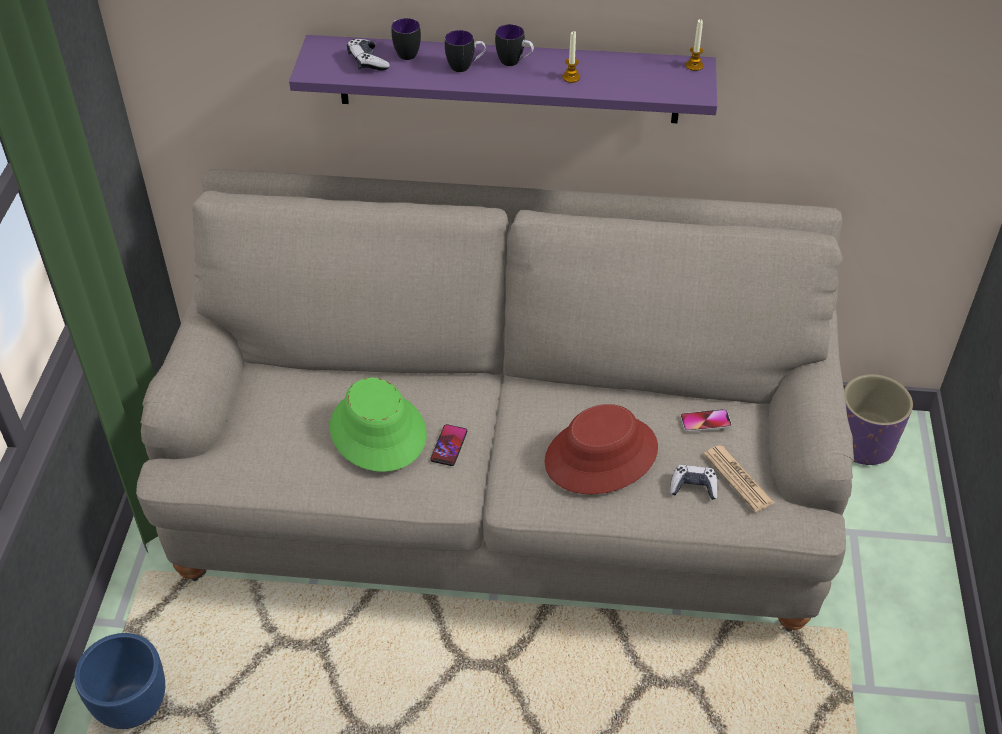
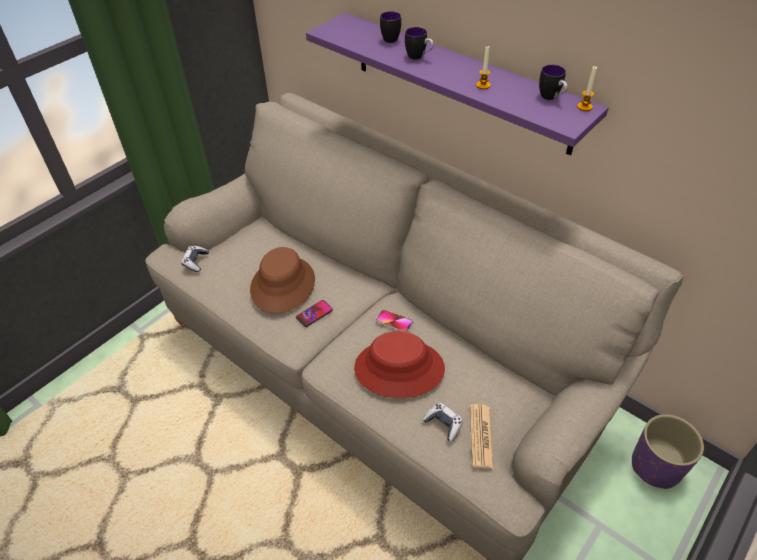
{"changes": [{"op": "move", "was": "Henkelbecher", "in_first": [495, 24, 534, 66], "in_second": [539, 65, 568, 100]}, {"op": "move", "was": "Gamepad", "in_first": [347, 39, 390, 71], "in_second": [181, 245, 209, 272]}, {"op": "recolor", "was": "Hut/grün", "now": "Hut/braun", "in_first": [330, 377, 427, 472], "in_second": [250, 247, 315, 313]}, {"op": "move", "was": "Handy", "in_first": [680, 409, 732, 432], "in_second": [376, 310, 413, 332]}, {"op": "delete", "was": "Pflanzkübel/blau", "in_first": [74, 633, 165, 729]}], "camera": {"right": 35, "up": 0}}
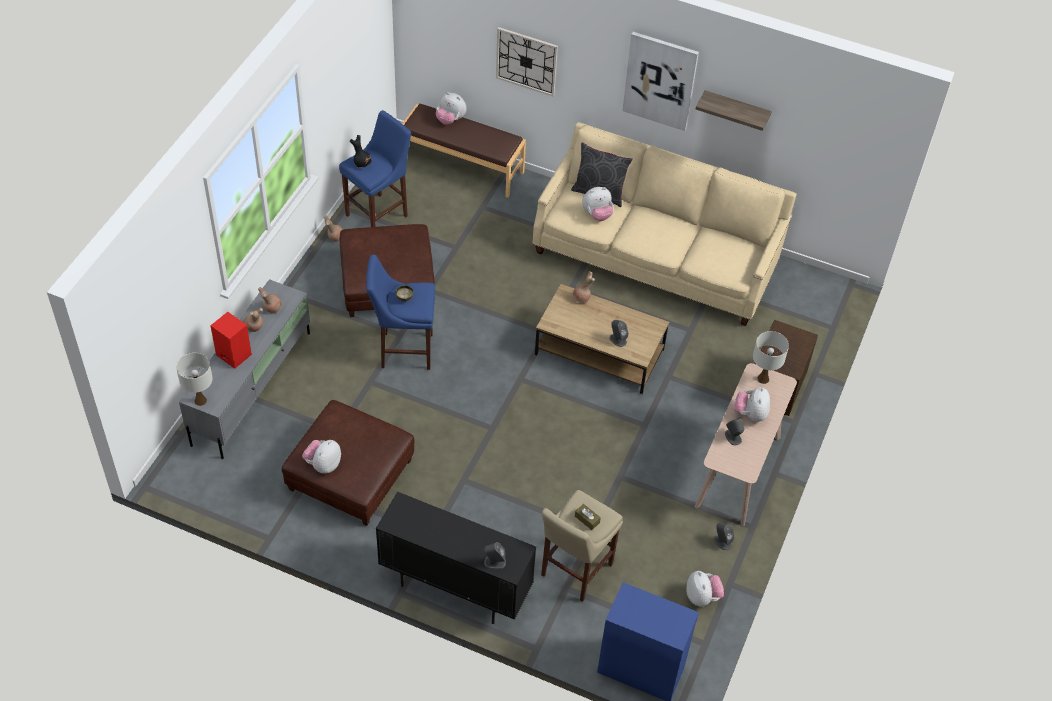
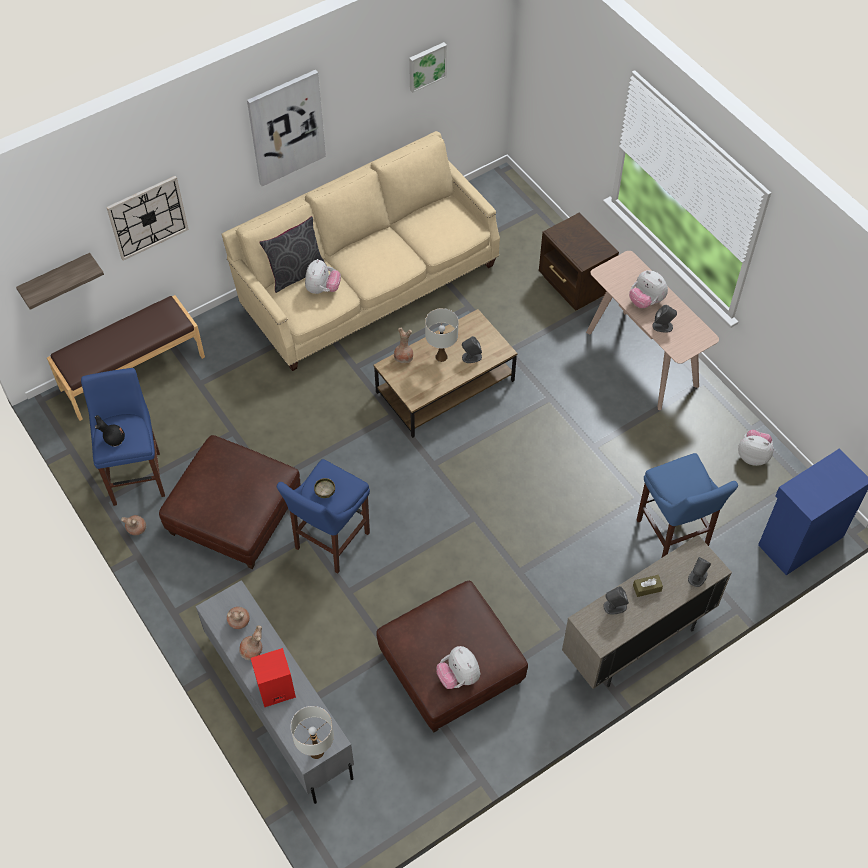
{"changes": [{"op": "move", "was": "Wandregal", "in_first": [696, 90, 772, 131], "in_second": [16, 253, 104, 310]}, {"op": "delete", "was": "Plüschtier", "in_first": [436, 92, 467, 125]}, {"op": "move", "was": "Tischlampe/weiß", "in_first": [753, 331, 789, 384], "in_second": [425, 308, 458, 362]}, {"op": "recolor", "was": "Hocker/beige", "now": "Hocker/blau", "in_first": [541, 490, 623, 602], "in_second": [637, 453, 738, 557]}, {"op": "recolor", "was": "Schrank/schwarz", "now": "Schrank/beige", "in_first": [376, 492, 536, 624], "in_second": [562, 535, 732, 689]}, {"op": "move", "was": "Taschentuchbox/braun", "in_first": [575, 504, 601, 530], "in_second": [633, 575, 663, 597]}, {"op": "move", "was": "Lautsprecher/grau", "in_first": [713, 522, 735, 550], "in_second": [604, 586, 629, 615]}, {"op": "insert", "now": "Bild", "in_second": [409, 42, 447, 93]}], "camera": {"right": -55, "up": 5}}
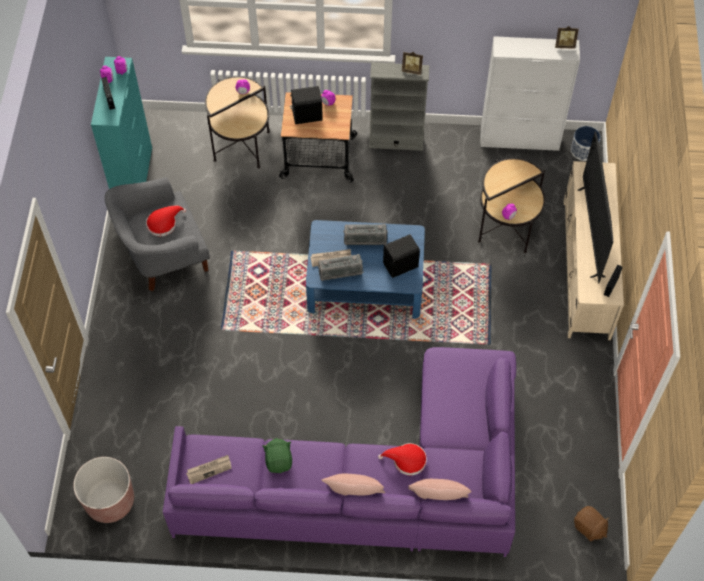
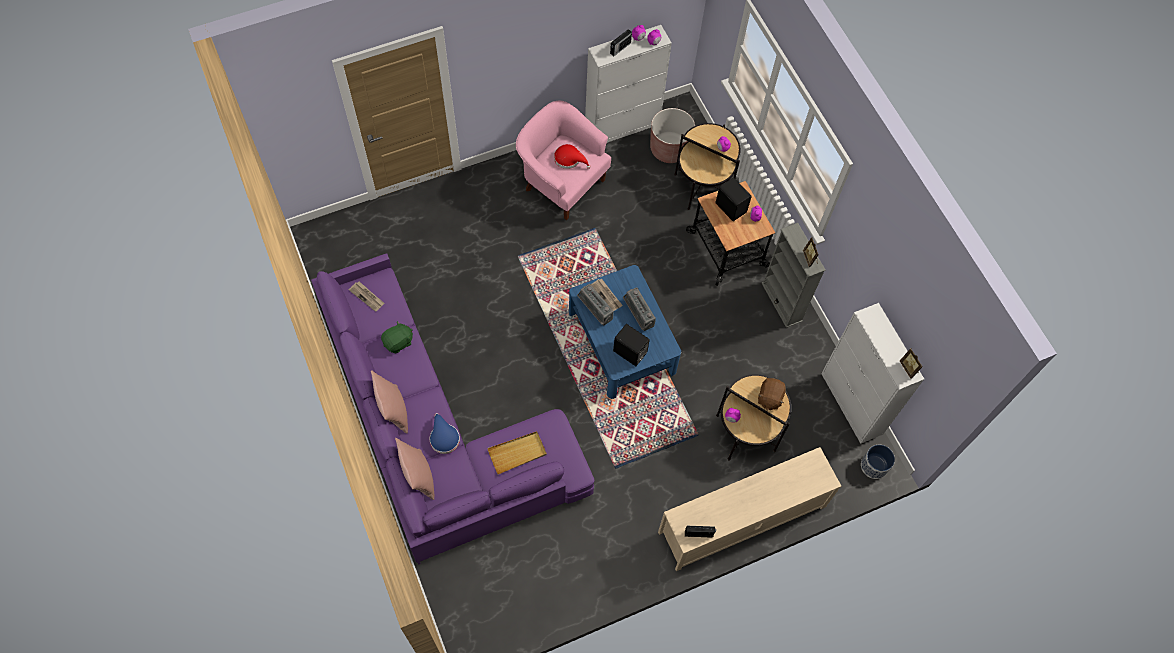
{"changes": [{"op": "recolor", "was": "Schrank/türkis", "now": "Schrank/weiß", "in_first": [91, 57, 152, 189], "in_second": [585, 25, 672, 143]}, {"op": "delete", "was": "Fernseher", "in_first": [577, 131, 613, 283]}, {"op": "recolor", "was": "Sessel/grau", "now": "Sessel/rosa", "in_first": [104, 177, 210, 291], "in_second": [516, 100, 611, 220]}, {"op": "recolor", "was": "Hut/rot", "now": "Hut/blau", "in_first": [378, 443, 427, 475], "in_second": [430, 413, 460, 454]}, {"op": "move", "was": "Pflanzkübel/braun", "in_first": [73, 457, 134, 523], "in_second": [650, 108, 695, 163]}, {"op": "move", "was": "Plüschtier/braun", "in_first": [574, 506, 609, 541], "in_second": [758, 378, 786, 411]}, {"op": "insert", "now": "Tablett/beige", "in_second": [487, 431, 547, 474]}], "camera": {"right": 60, "up": 5}}
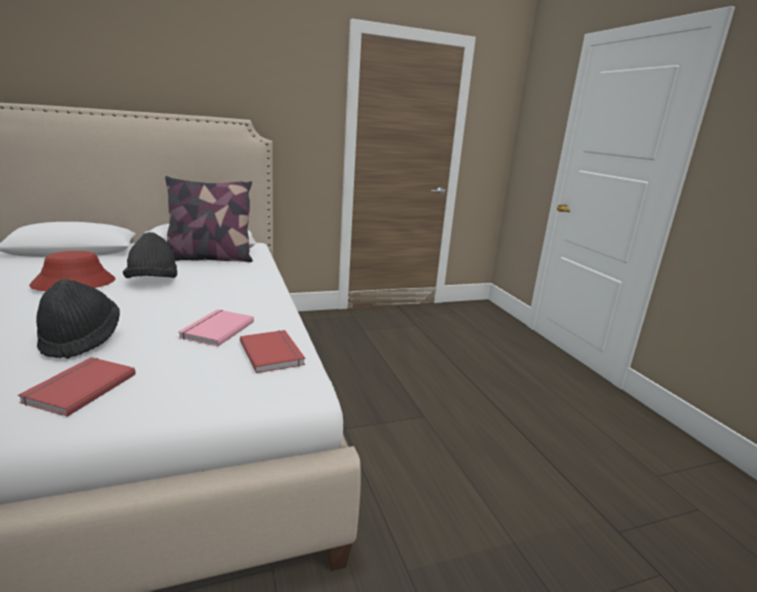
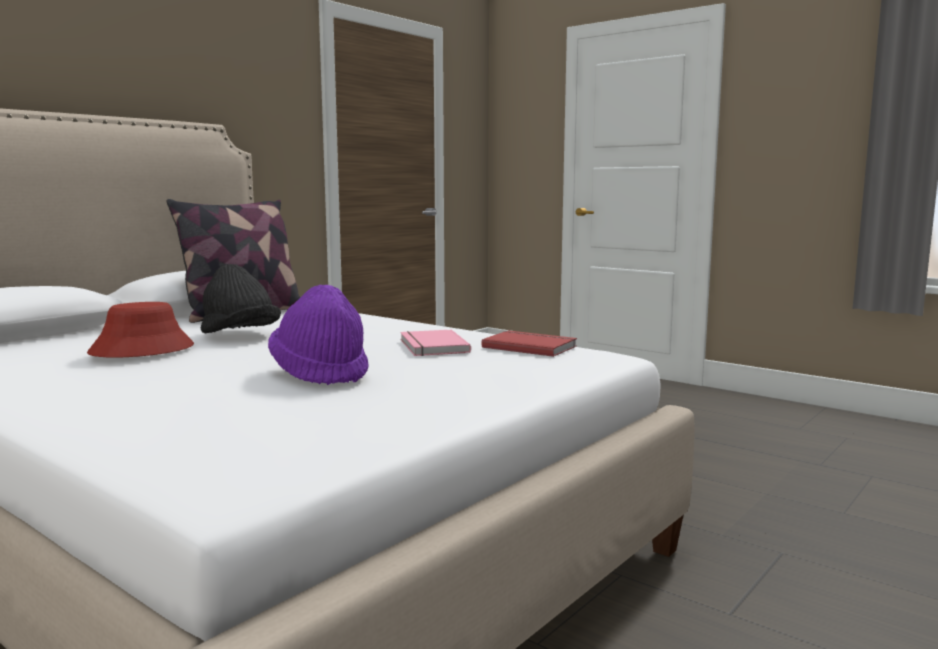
{"changes": [{"op": "recolor", "was": "Hut/schwarz", "now": "Hut/lila", "in_first": [36, 279, 120, 359], "in_second": [268, 285, 369, 385]}, {"op": "delete", "was": "Buch/rot", "in_first": [18, 357, 136, 417]}], "camera": {"right": -30, "up": -10}}
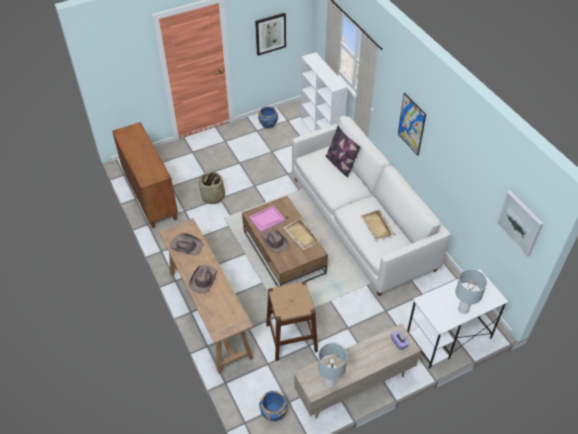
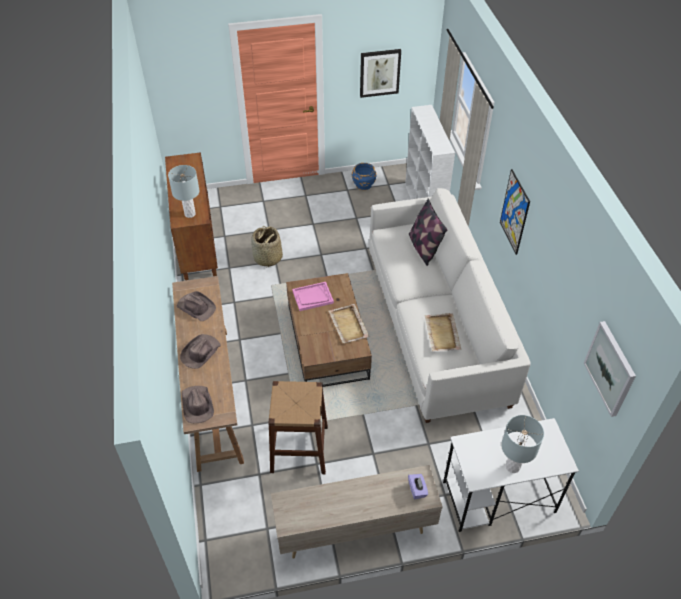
{"changes": [{"op": "move", "was": "Hut/braun", "in_first": [261, 230, 289, 253], "in_second": [182, 386, 214, 423]}, {"op": "move", "was": "Tischlampe/grau", "in_first": [318, 343, 347, 387], "in_second": [168, 165, 200, 218]}, {"op": "delete", "was": "Pflanzkübel/blau", "in_first": [259, 391, 288, 421]}], "camera": {"right": 15, "up": 0}}
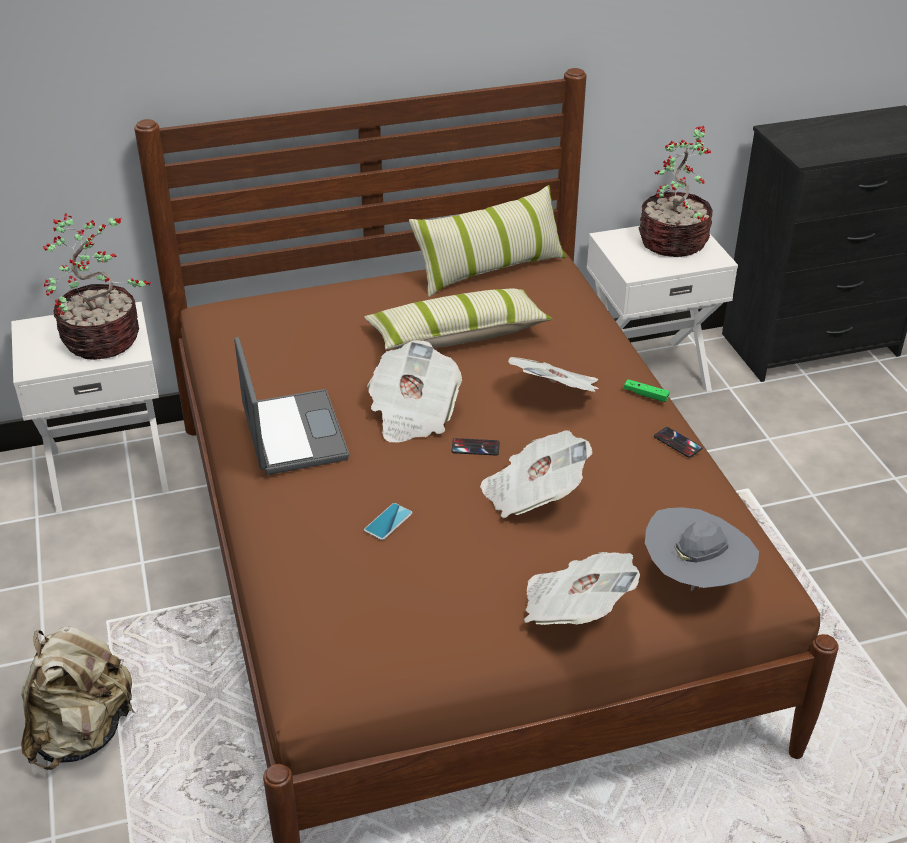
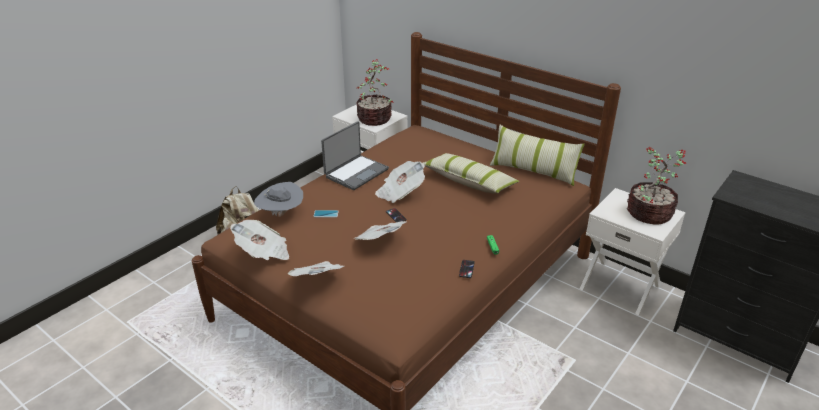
{"changes": [{"op": "move", "was": "Zeitung", "in_first": [508, 357, 599, 392], "in_second": [230, 220, 289, 260]}, {"op": "move", "was": "Hut/grau", "in_first": [645, 507, 759, 592], "in_second": [254, 182, 303, 217]}], "camera": {"right": 55, "up": -5}}
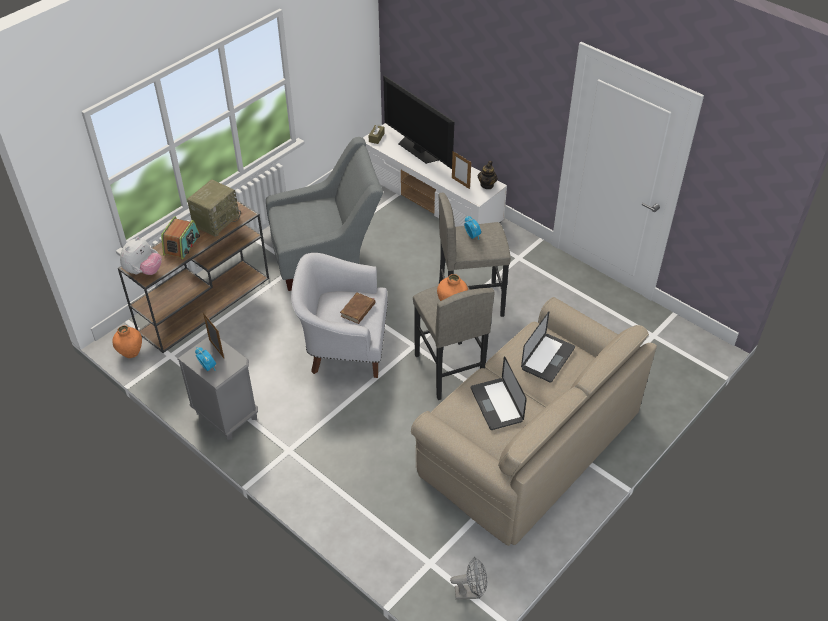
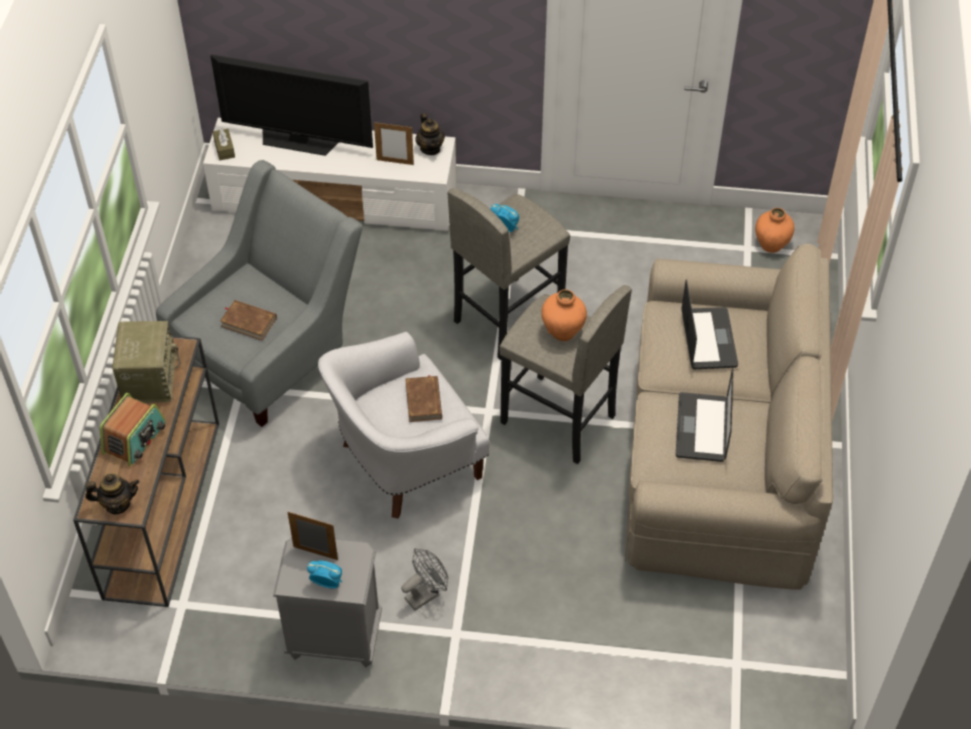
{"changes": [{"op": "rotate", "was": "Radio", "in_first": [161, 216, 200, 260], "in_second": [100, 393, 166, 467], "clockwise": 45}, {"op": "replace", "was": "Plüschtier", "now": "Teekanne", "in_first": [120, 237, 162, 275], "in_second": [85, 473, 140, 514]}, {"op": "move", "was": "Vase/orange", "in_first": [112, 325, 142, 358], "in_second": [755, 208, 795, 253]}, {"op": "rotate", "was": "Laptop", "in_first": [471, 356, 527, 430], "in_second": [676, 368, 733, 462], "clockwise": 60}, {"op": "move", "was": "Ventilator/grau", "in_first": [450, 557, 487, 599], "in_second": [401, 548, 448, 611]}, {"op": "insert", "now": "Buch/braun", "in_second": [220, 300, 277, 341]}], "camera": {"right": -35, "up": 5}}
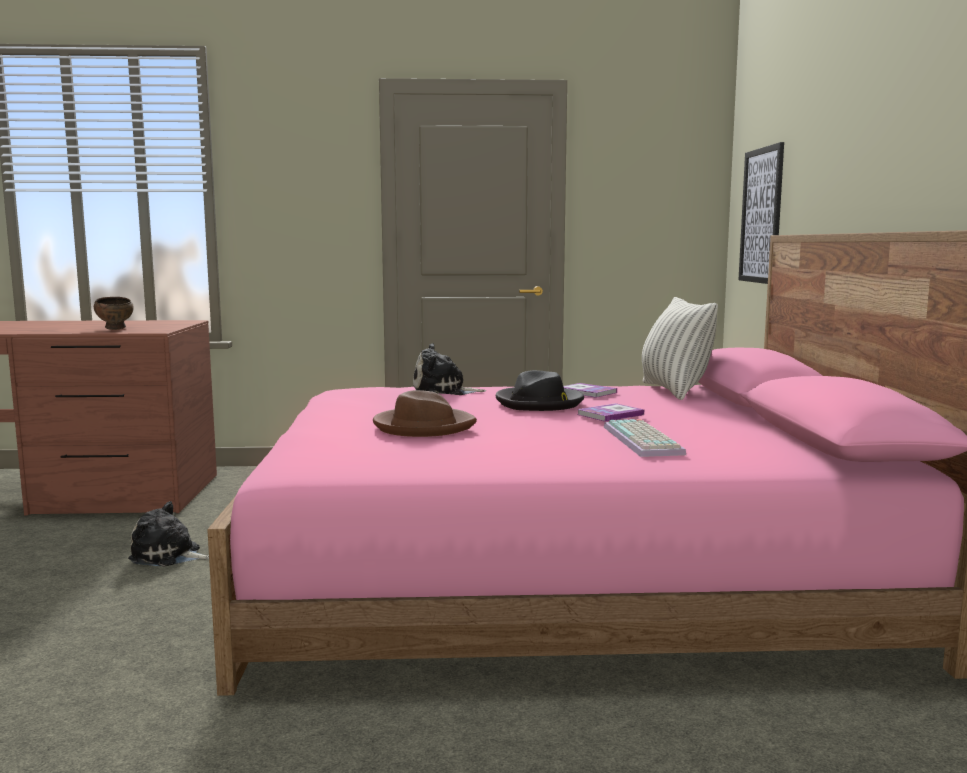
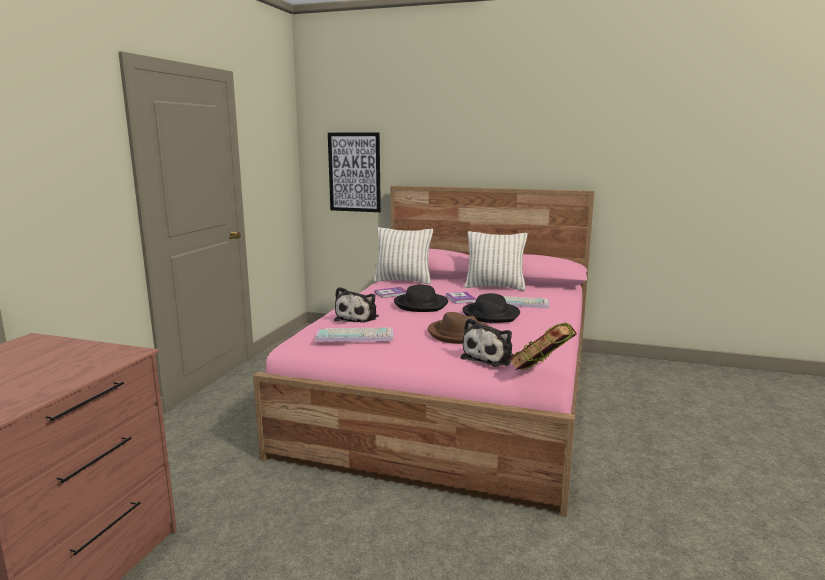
{"changes": [{"op": "delete", "was": "Schüssel/braun", "in_first": [94, 297, 134, 330]}, {"op": "move", "was": "Plüschtier", "in_first": [128, 501, 209, 567], "in_second": [461, 318, 514, 367]}, {"op": "insert", "now": "Kissen", "in_second": [465, 231, 528, 291]}, {"op": "insert", "now": "Hut/schwarz", "in_second": [462, 293, 520, 323]}, {"op": "insert", "now": "Buch", "in_second": [509, 322, 577, 370]}, {"op": "insert", "now": "Tastatur", "in_second": [315, 328, 393, 342]}], "camera": {"right": -70, "up": 5}}
